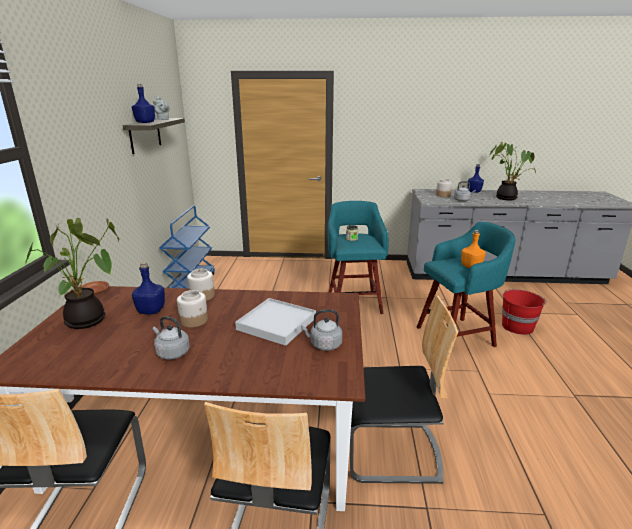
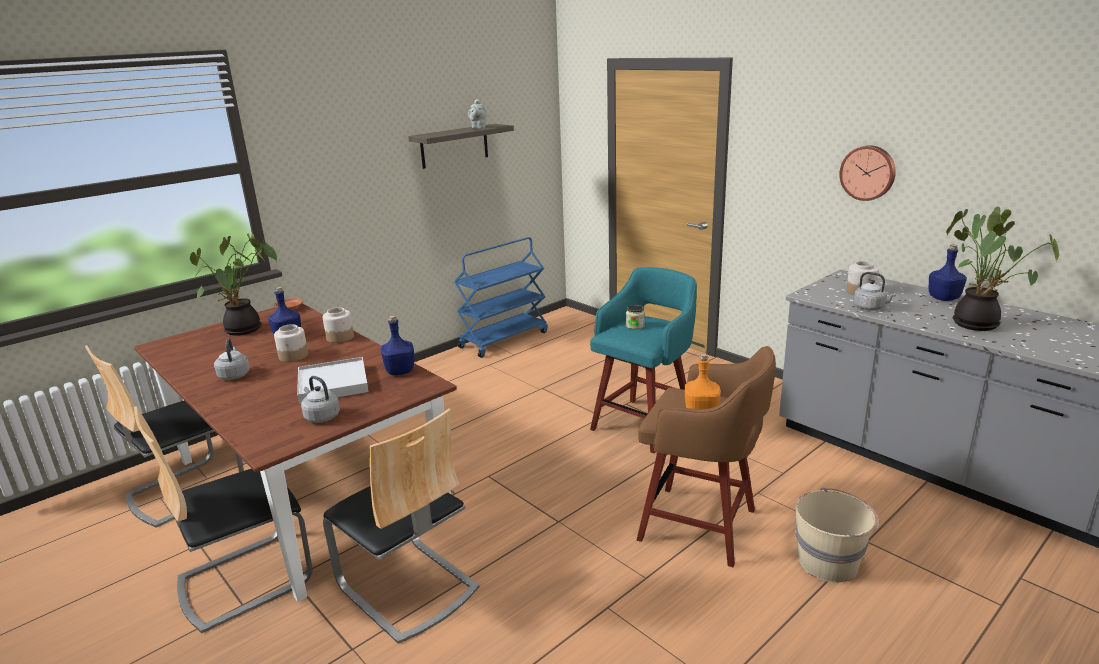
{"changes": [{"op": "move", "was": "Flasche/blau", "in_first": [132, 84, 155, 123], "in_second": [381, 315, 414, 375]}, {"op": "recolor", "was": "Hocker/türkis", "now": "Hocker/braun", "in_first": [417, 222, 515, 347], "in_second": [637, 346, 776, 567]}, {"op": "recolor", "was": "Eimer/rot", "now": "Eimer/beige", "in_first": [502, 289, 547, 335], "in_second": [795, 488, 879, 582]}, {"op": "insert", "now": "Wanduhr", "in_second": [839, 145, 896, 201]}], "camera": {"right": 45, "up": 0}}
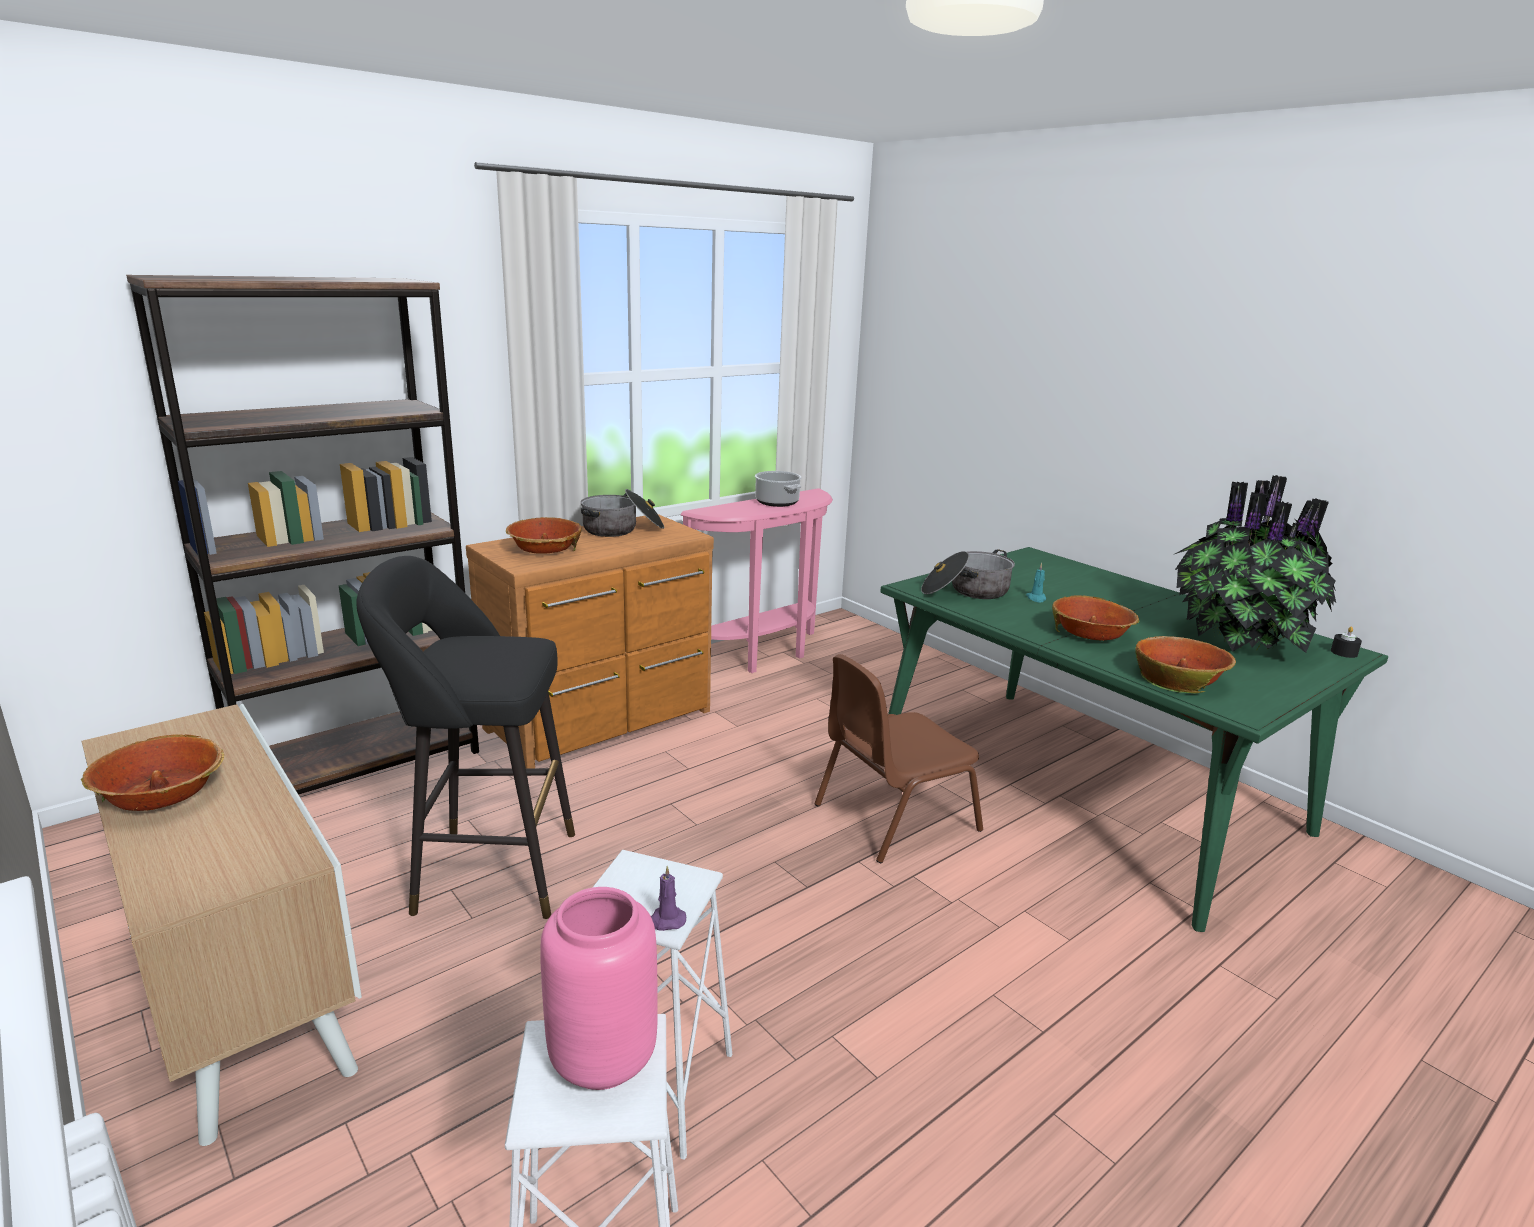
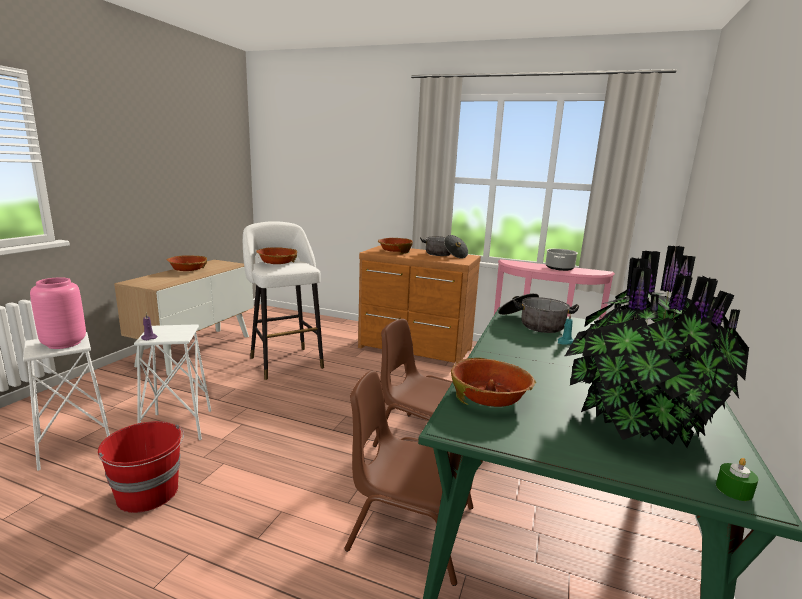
{"changes": [{"op": "delete", "was": "Bücherregal/braun", "in_first": [126, 275, 479, 795]}, {"op": "recolor", "was": "Hocker/schwarz", "now": "Hocker/weiß", "in_first": [356, 556, 575, 919], "in_second": [243, 221, 324, 380]}, {"op": "move", "was": "Schüssel", "in_first": [1052, 595, 1139, 641], "in_second": [256, 247, 297, 264]}, {"op": "recolor", "was": "Kerze/schwarz", "now": "Kerze/grün", "in_first": [1331, 627, 1362, 658], "in_second": [716, 458, 759, 501]}, {"op": "insert", "now": "Stuhl/braun", "in_second": [345, 370, 474, 586]}, {"op": "insert", "now": "Eimer/rot", "in_second": [98, 421, 184, 513]}], "camera": {"right": 60, "up": -5}}
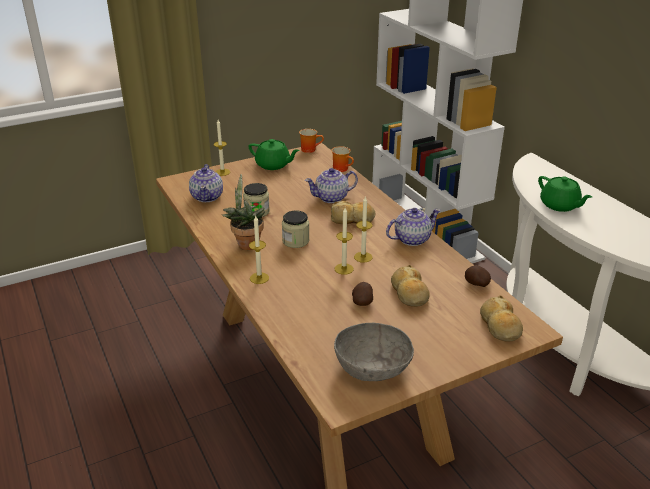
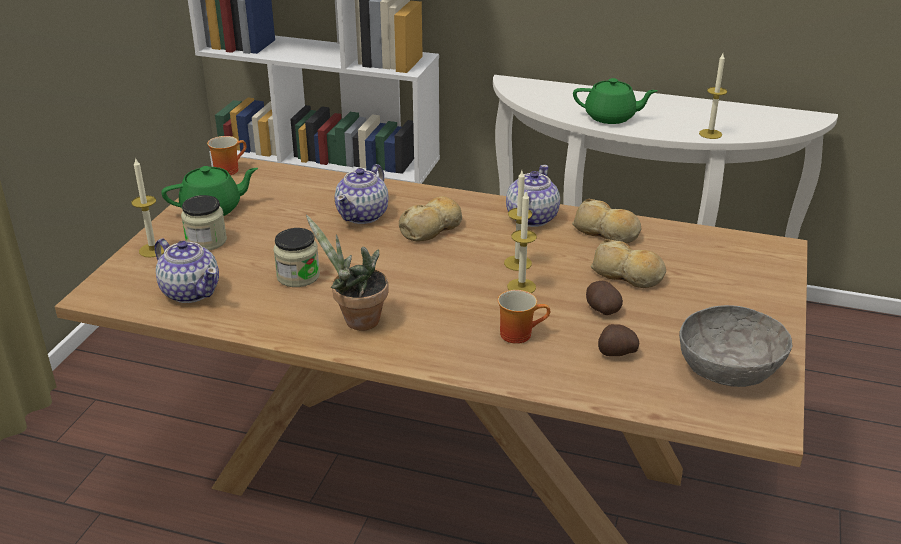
{"changes": [{"op": "move", "was": "Henkelbecher", "in_first": [331, 146, 354, 172], "in_second": [498, 290, 550, 344]}, {"op": "move", "was": "Vorratsglas", "in_first": [282, 210, 309, 248], "in_second": [181, 195, 227, 251]}, {"op": "move", "was": "Kerze", "in_first": [249, 216, 269, 284], "in_second": [699, 54, 727, 139]}, {"op": "move", "was": "Kartoffel", "in_first": [465, 265, 491, 287], "in_second": [598, 324, 639, 356]}, {"op": "move", "was": "Brot", "in_first": [480, 296, 523, 342], "in_second": [572, 199, 641, 244]}], "camera": {"right": -45, "up": 0}}
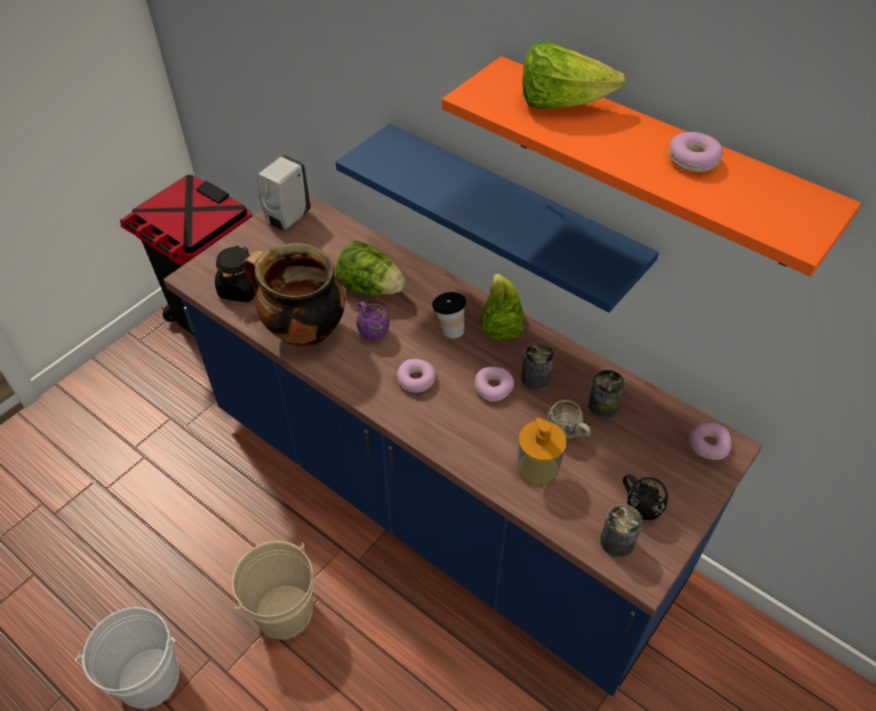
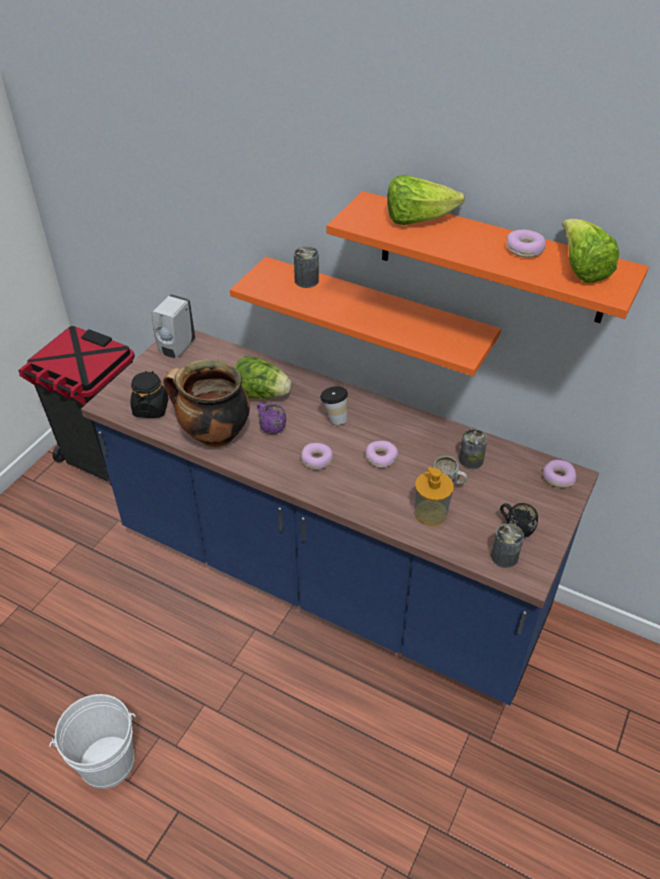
{"changes": [{"op": "recolor", "was": "Wandregal/blau", "now": "Wandregal/orange", "in_first": [336, 124, 659, 313], "in_second": [230, 257, 501, 376]}, {"op": "move", "was": "Salatkopf", "in_first": [479, 274, 524, 340], "in_second": [562, 219, 619, 283]}, {"op": "move", "was": "Dose", "in_first": [521, 343, 554, 391], "in_second": [294, 246, 319, 288]}, {"op": "delete", "was": "Eimer/beige", "in_first": [232, 541, 314, 640]}], "camera": {"right": -10, "up": -5}}
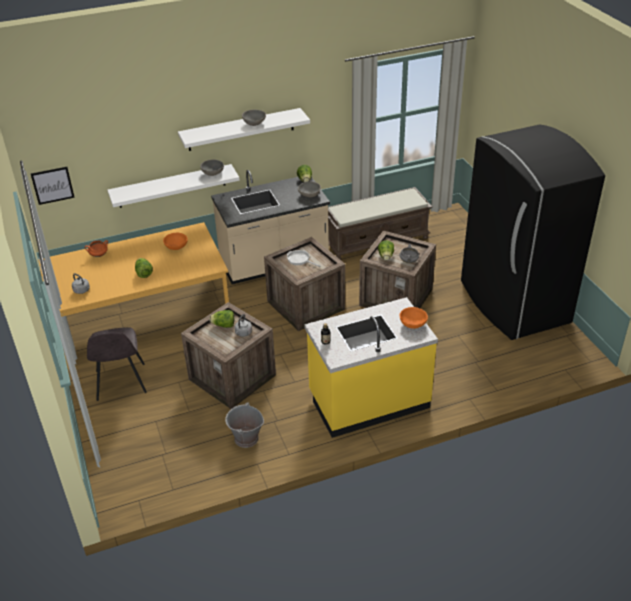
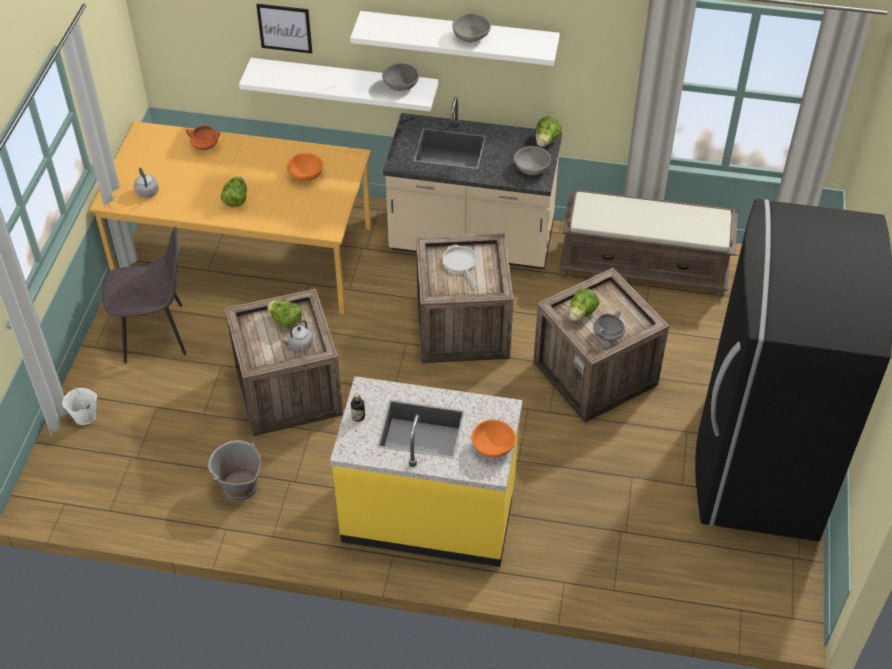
{"changes": [{"op": "move", "was": "Bild", "in_first": [31, 167, 75, 205], "in_second": [256, 4, 312, 54]}, {"op": "rotate", "was": "Stuhl/grau", "in_first": [87, 327, 147, 401], "in_second": [102, 227, 186, 364], "clockwise": -120}, {"op": "insert", "now": "Eimer/weiß", "in_second": [62, 386, 97, 425]}], "camera": {"right": 30, "up": 10}}
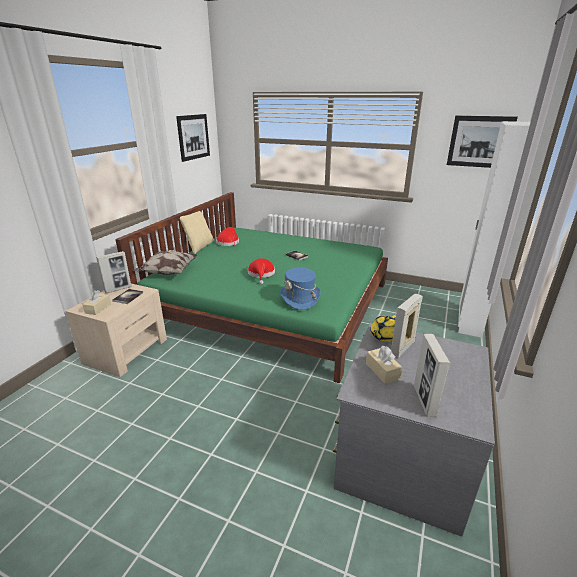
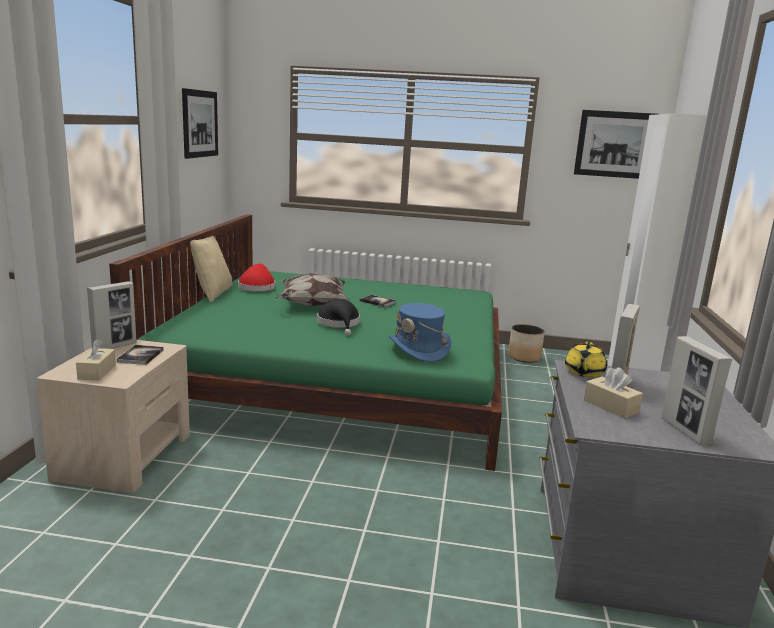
{"changes": [{"op": "move", "was": "Kissen", "in_first": [133, 250, 198, 275], "in_second": [275, 272, 349, 306]}, {"op": "recolor", "was": "Hut/rot", "now": "Hut/schwarz", "in_first": [248, 258, 275, 285], "in_second": [317, 299, 360, 336]}, {"op": "insert", "now": "Pflanzkübel", "in_second": [508, 324, 545, 363]}], "camera": {"right": -15, "up": -10}}
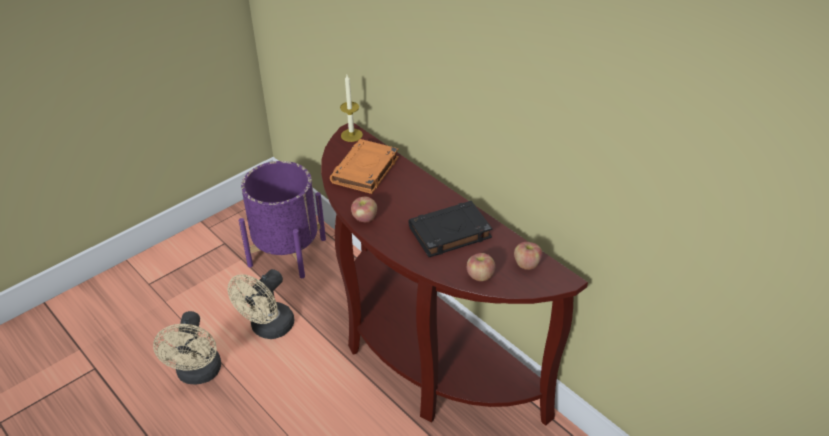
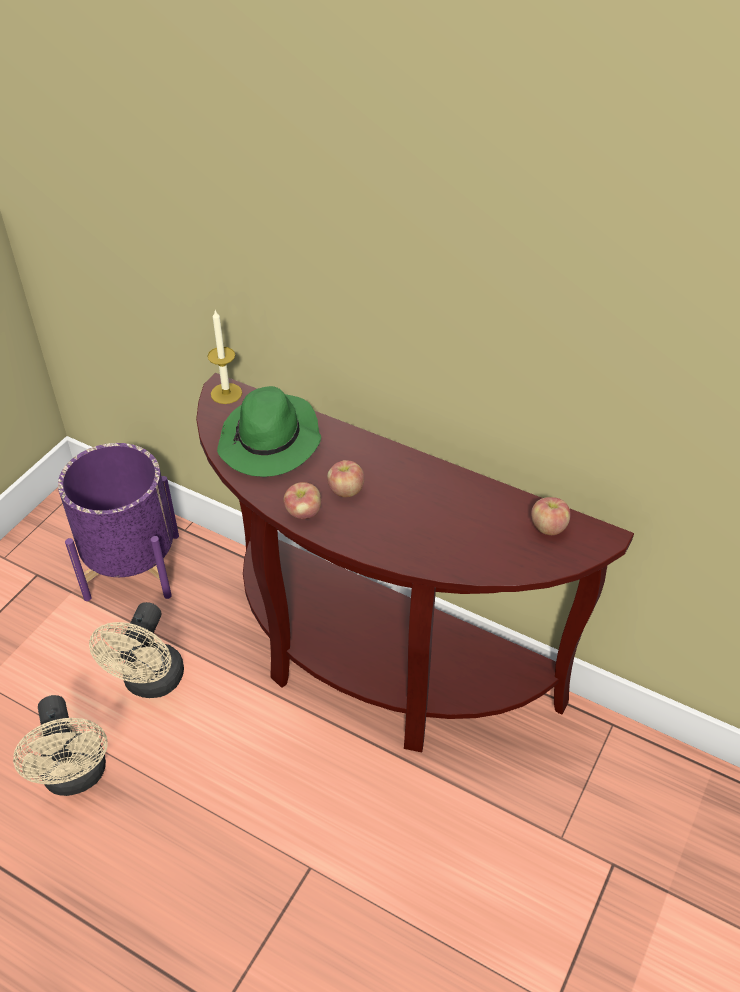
{"changes": [{"op": "replace", "was": "Buch/orange", "now": "Hut/grün", "in_first": [330, 139, 399, 194], "in_second": [217, 386, 321, 477]}, {"op": "delete", "was": "Buch/schwarz", "in_first": [409, 201, 492, 257]}, {"op": "move", "was": "Apfel", "in_first": [467, 253, 495, 281], "in_second": [327, 460, 365, 497]}], "camera": {"right": -20, "up": 5}}
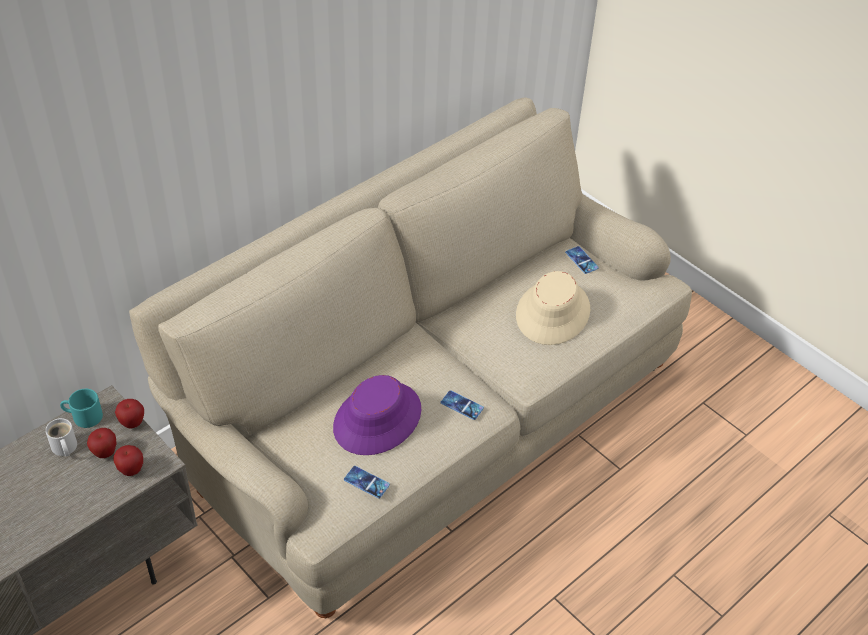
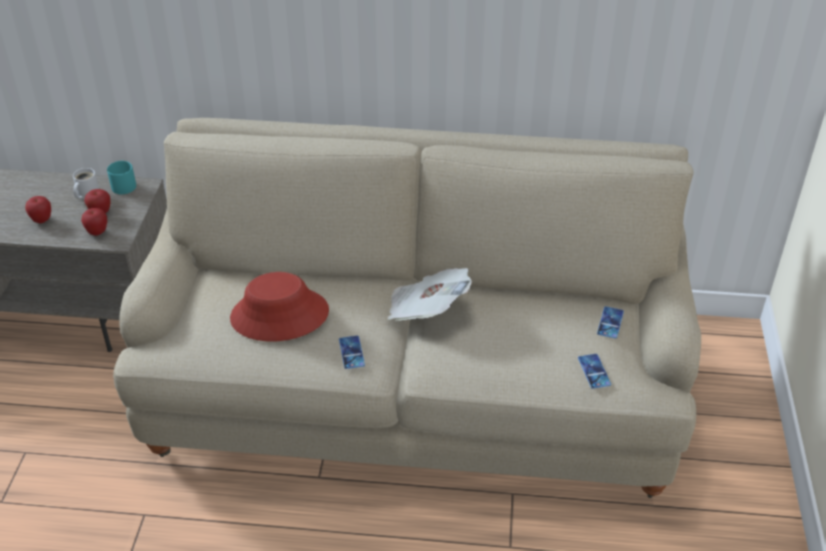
{"changes": [{"op": "delete", "was": "Hut/beige", "in_first": [516, 271, 590, 345]}, {"op": "recolor", "was": "Hut/lila", "now": "Hut/rot", "in_first": [333, 375, 421, 455], "in_second": [230, 272, 329, 341]}, {"op": "move", "was": "Apfel", "in_first": [115, 399, 144, 428], "in_second": [25, 196, 51, 223]}, {"op": "move", "was": "Handy", "in_first": [344, 466, 390, 499], "in_second": [578, 354, 611, 389]}, {"op": "insert", "now": "Zeitung", "in_second": [388, 268, 472, 321]}], "camera": {"right": 50, "up": -5}}
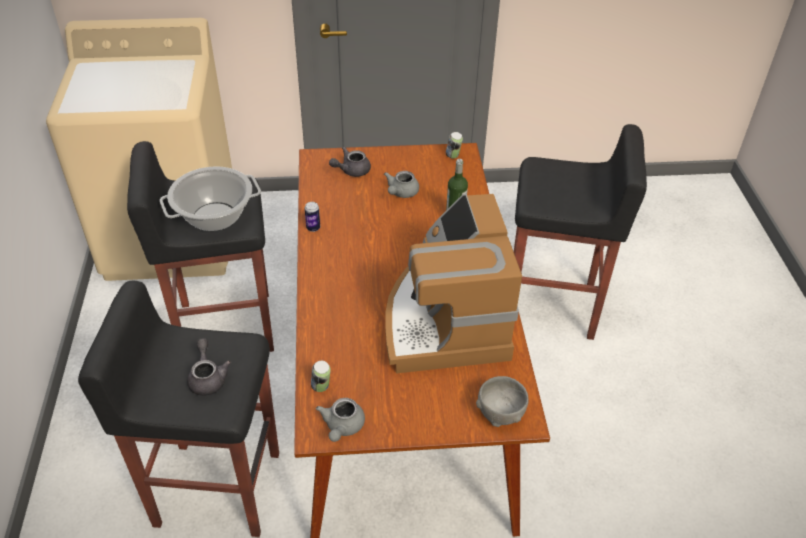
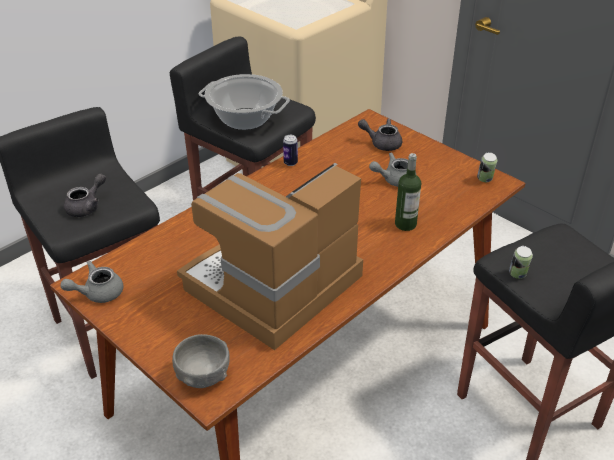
{"changes": [{"op": "move", "was": "Dose", "in_first": [311, 361, 331, 392], "in_second": [509, 246, 533, 279]}], "camera": {"right": 50, "up": -5}}
